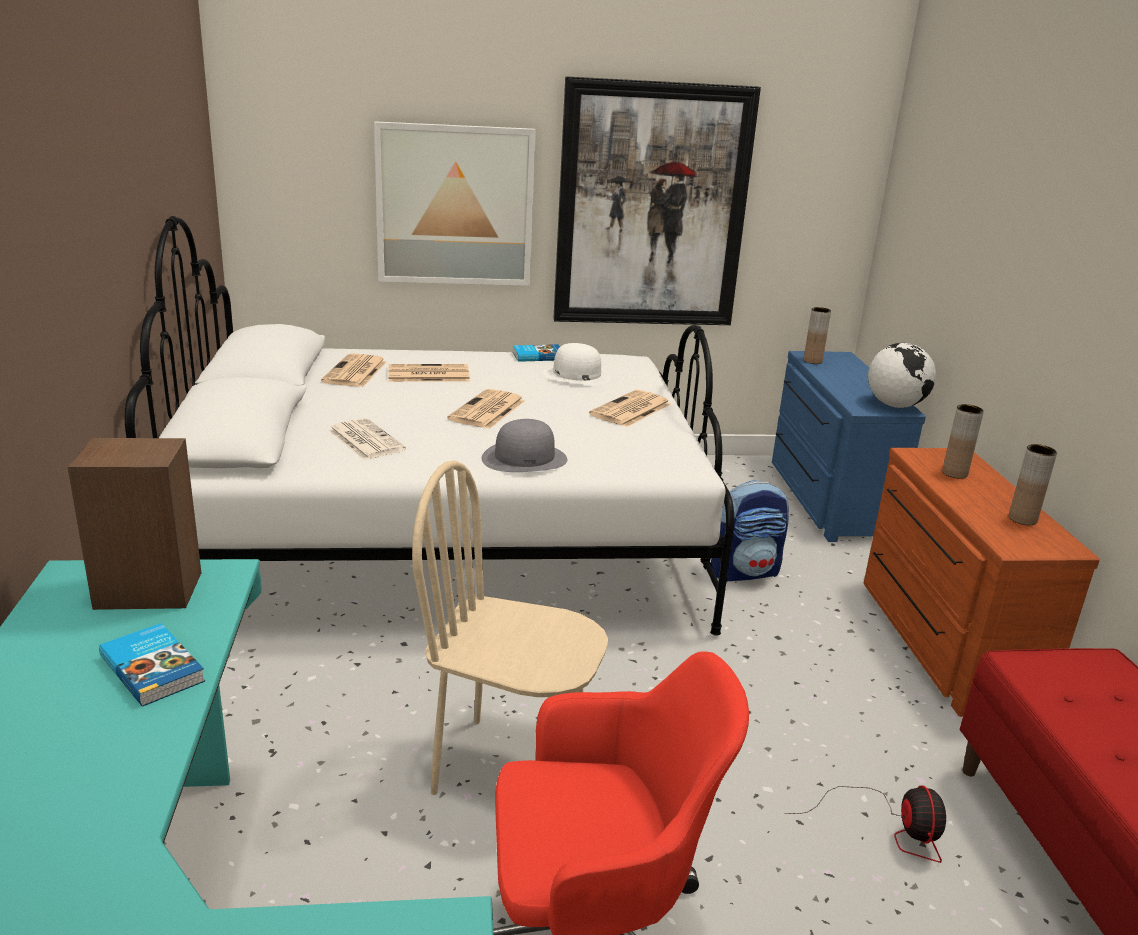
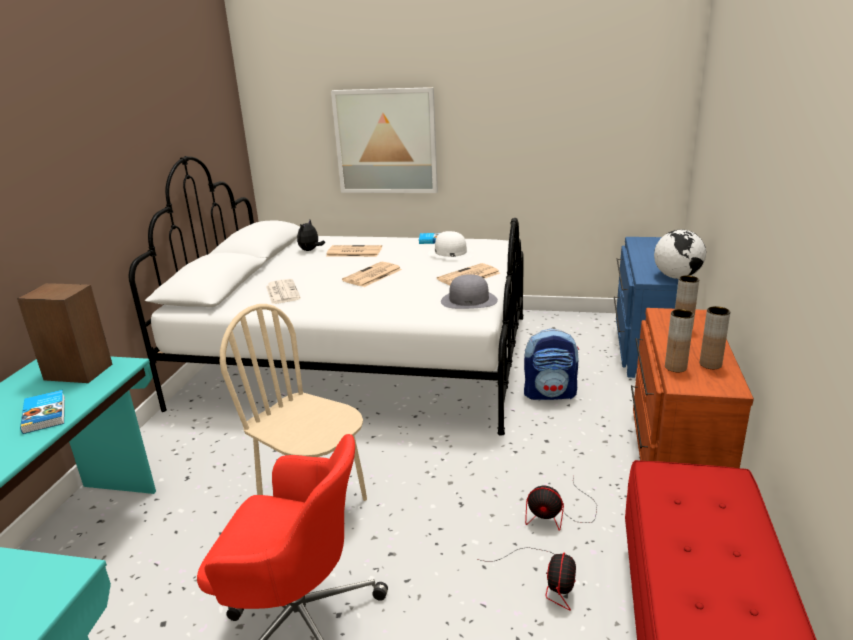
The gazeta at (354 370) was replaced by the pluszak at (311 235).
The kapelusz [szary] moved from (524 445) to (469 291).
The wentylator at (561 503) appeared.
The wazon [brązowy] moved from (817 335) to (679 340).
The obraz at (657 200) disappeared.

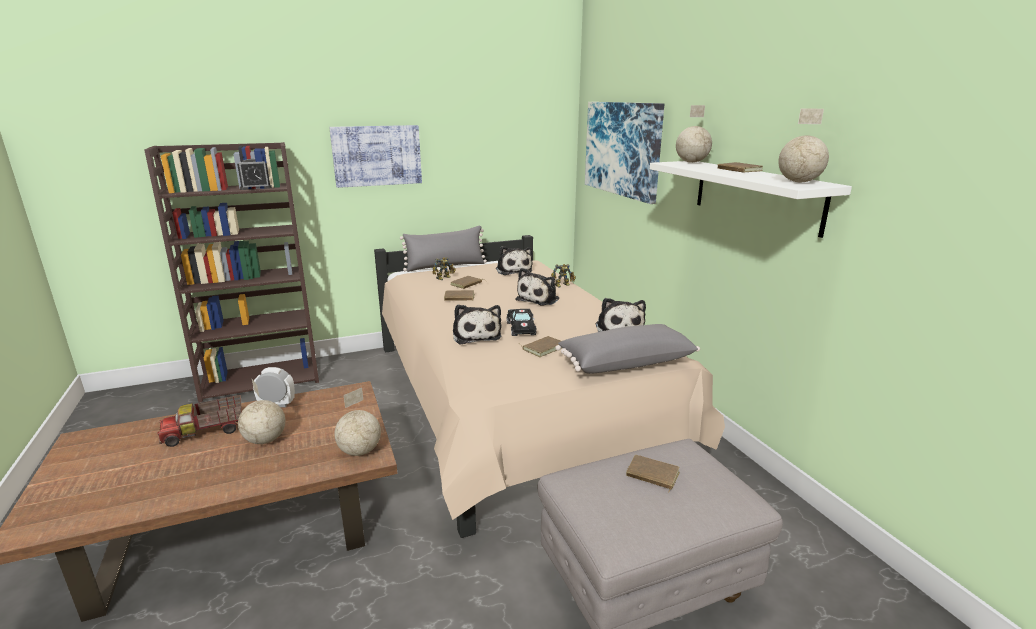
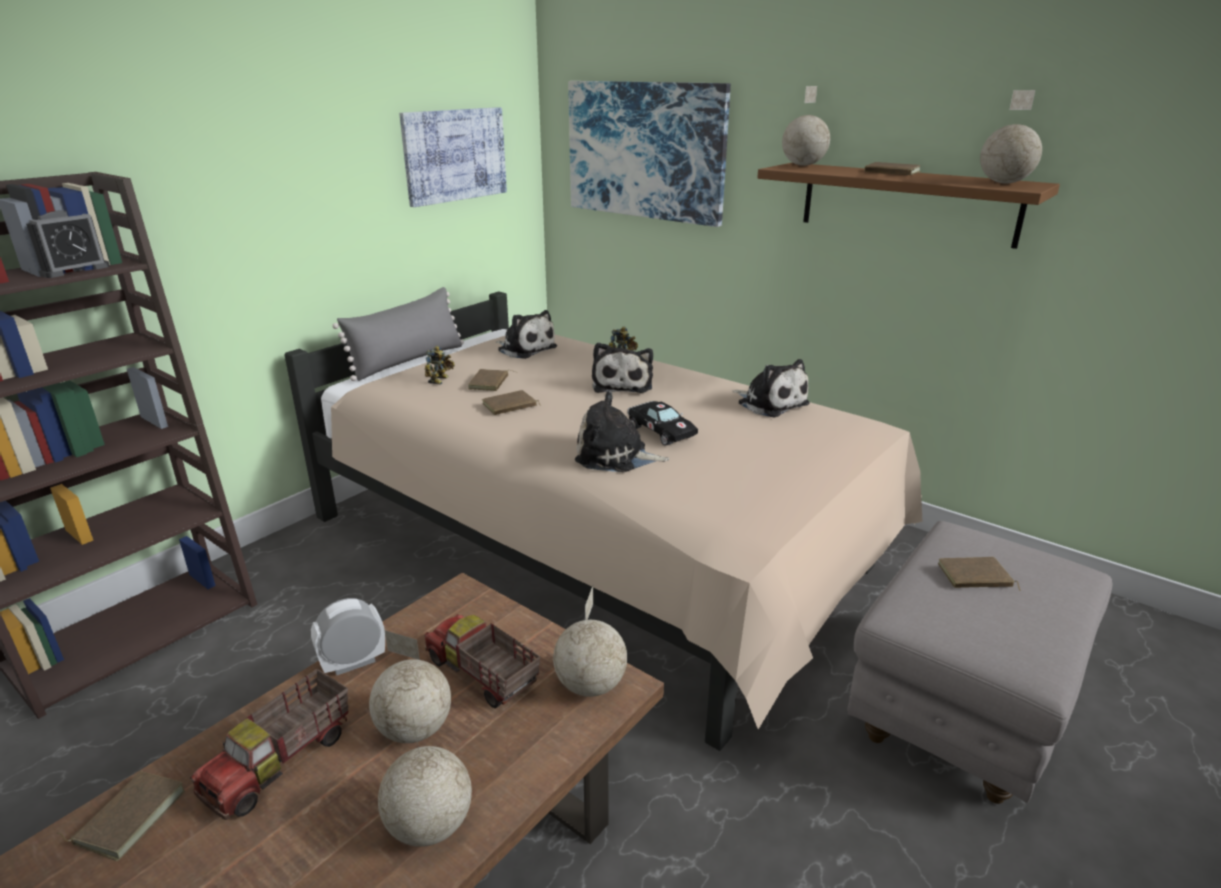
The książka [brązowy] moved from (541 346) to (120 816).
The globus at (425 780) appeared.
The obraz moved from (375 156) to (453 157).
The ciężarówka zabawkowa at (482 661) appeared.
The pluszak at (477 325) turned 150 degrees clockwise.
The półka [biały] at (751 199) became the półka [brązowy] at (908 206).
The poduszka [szary] at (627 349) disappeared.

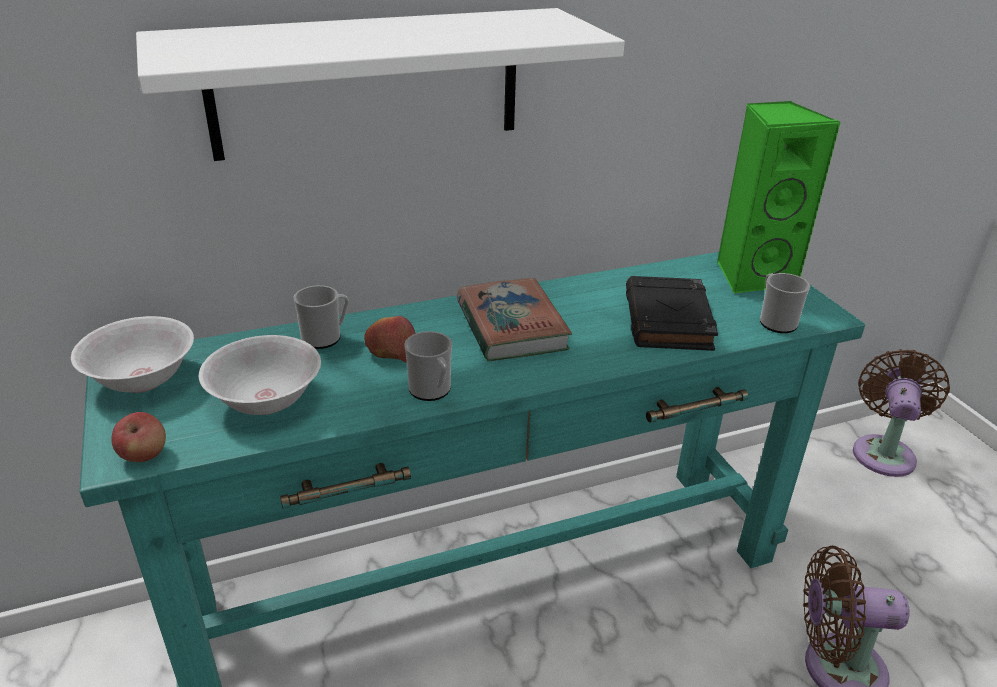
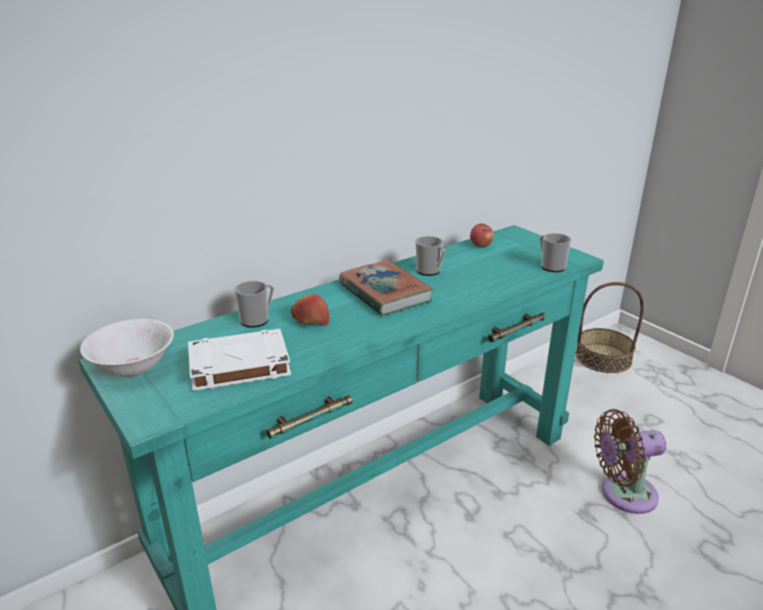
The miska [biały] at (260 375) was replaced by the książka [biały] at (239 360).
The kubek moved from (428 366) to (430 256).
The jabłko moved from (138 437) to (482 235).
The wentylator [brązowy] at (901 413) was replaced by the koszyk at (610 327).
The półka [biały] at (380 84) disappeared.
The książka [czarny] at (672 313) disappeared.
The głośnik [zielony] at (778 197) disappeared.

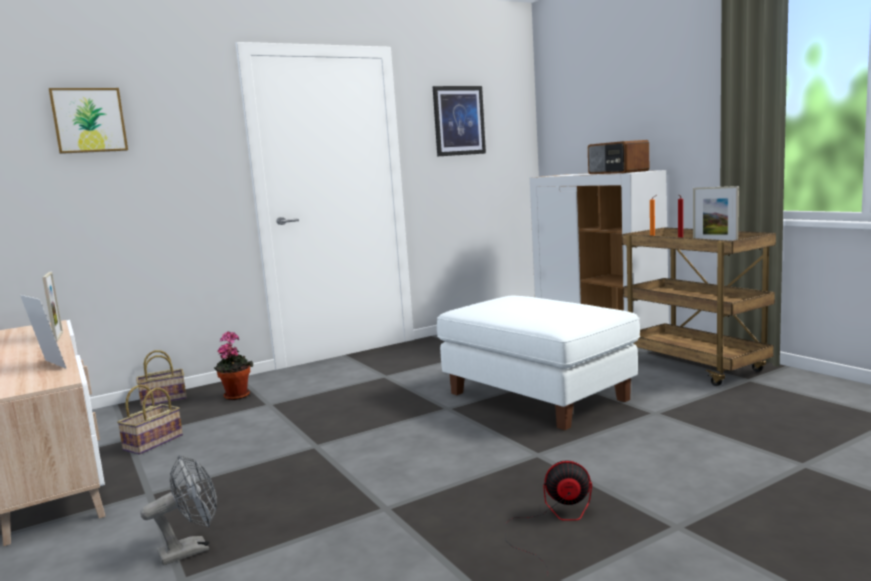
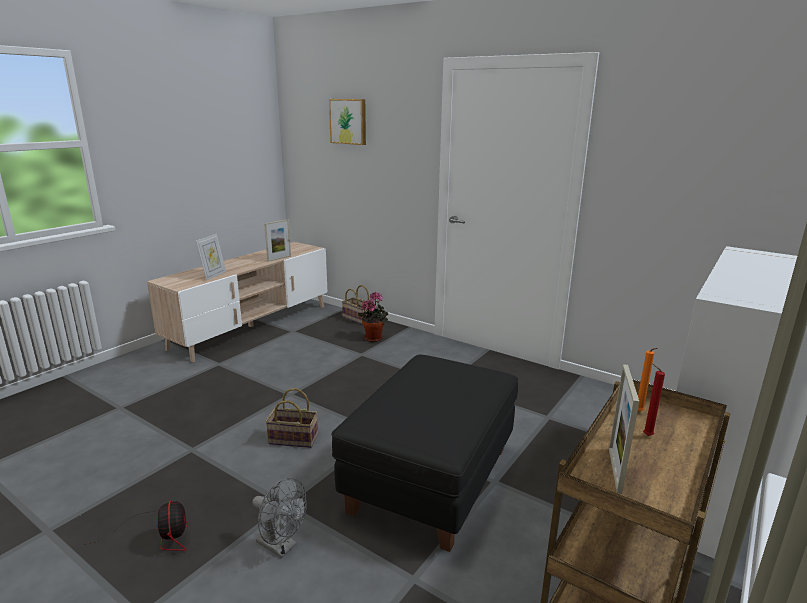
The wentylator [szary] moved from (178 510) to (279 518).
The koszyk moved from (150 420) to (291 418).
The pufa [biały] at (538 363) became the pufa [czarny] at (425 453).
The obraz at (459 121) disappeared.
The radio at (618 157) disappeared.

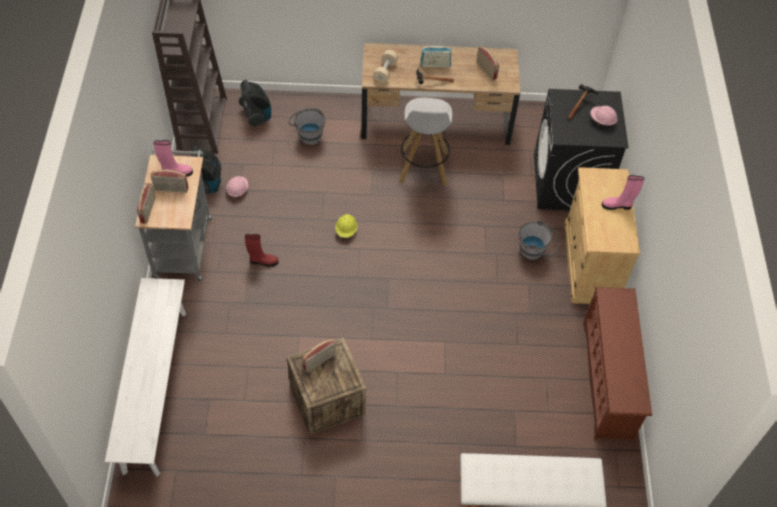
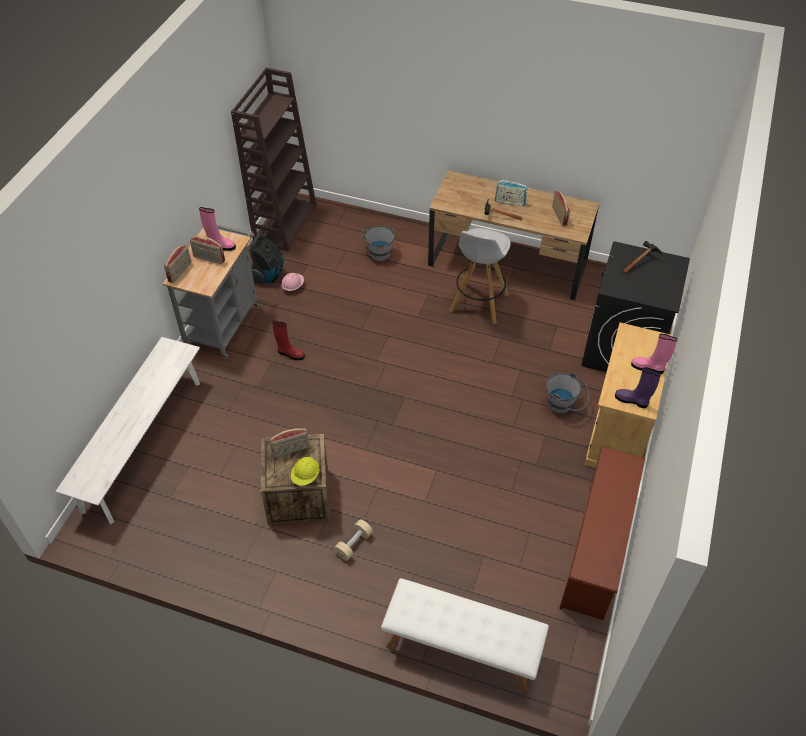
The kask [żółty] moved from (346 226) to (305 471).
The hantel [beżowy] moved from (385 66) to (353 540).
The but z cholewką [fioletowy] at (638 387) appeared.
The odkurzacz at (255 102) disappeared.
The kask [różowy] at (604 115) disappeared.

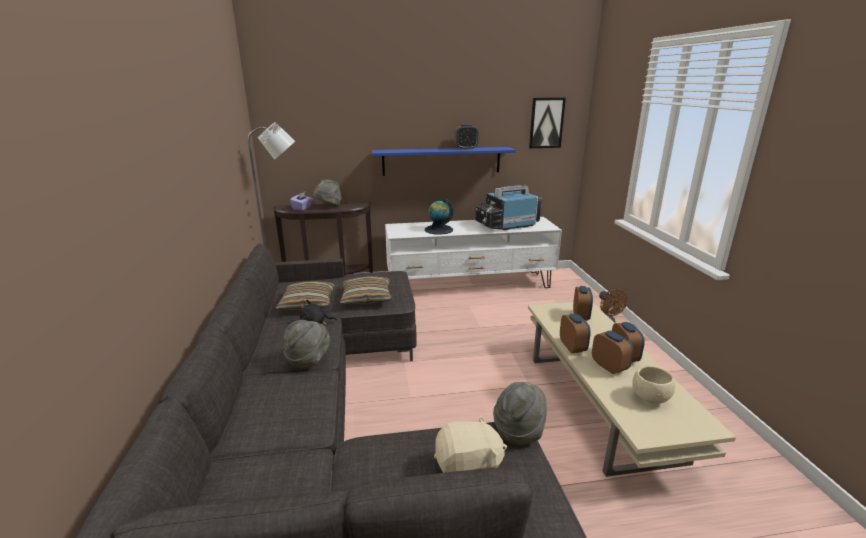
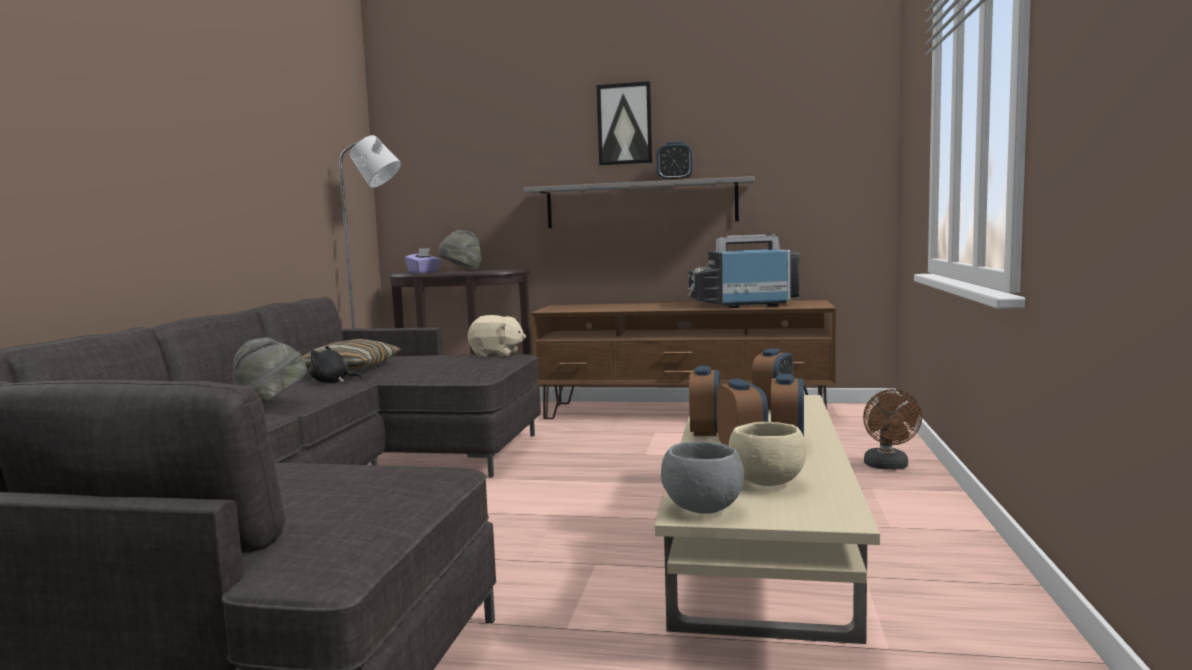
The pluszak [beżowy] moved from (470 444) to (497 336).
The półka [niebieski] at (444 161) became the półka [szary] at (638 202).
The szafka pod telewizor [biały] at (473 252) became the szafka pod telewizor [brązowy] at (683 359).
The obraz moved from (547 123) to (625 123).
The miska [szary] at (702 477) appeared.
The poduszka at (366 290) disappeared.
The globus at (438 216) disappeared.
The kapelusz [szary] at (519 413) disappeared.

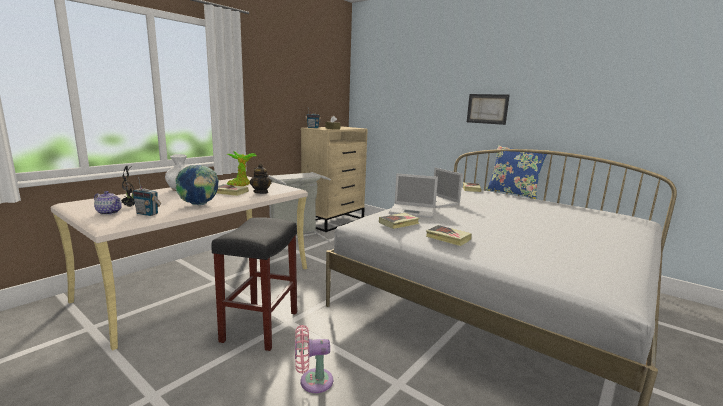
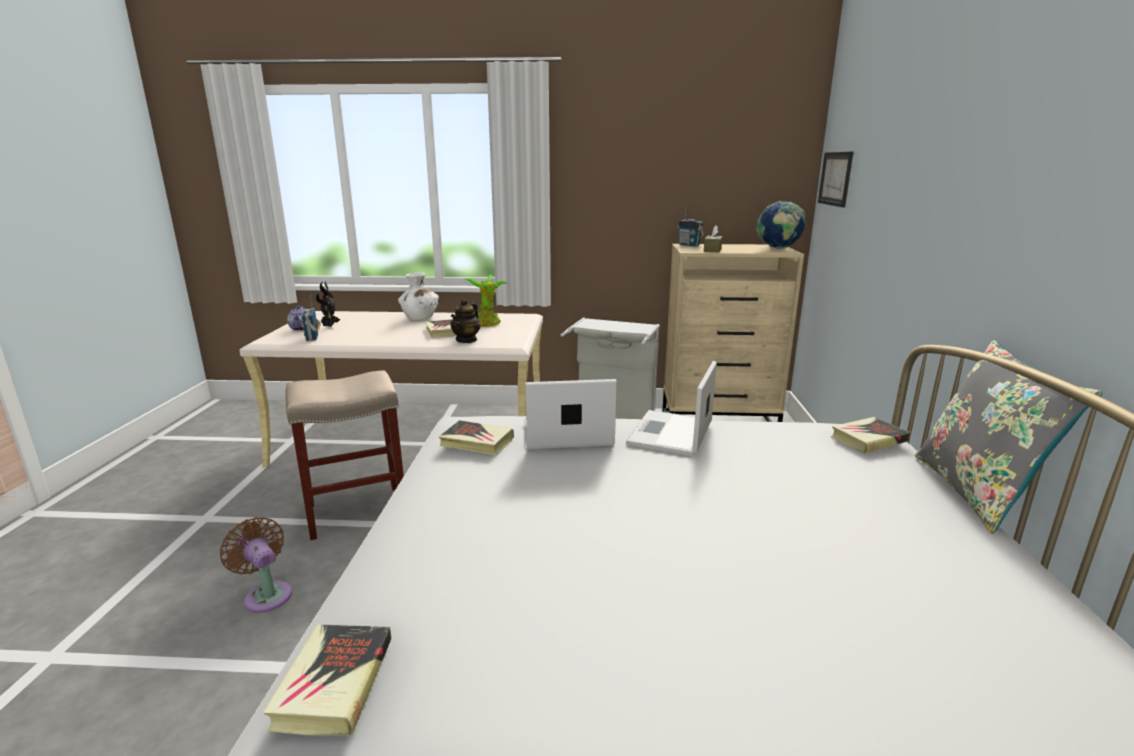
The wentylator [różowy] at (314 359) became the wentylator [brązowy] at (256 565).
The książka moved from (449 235) to (327 679).
The stołek [czarny] at (254 284) became the stołek [beżowy] at (345 455).
The laptop at (413 196) turned 105 degrees clockwise.
The globus moved from (197 185) to (781 225).
The obraz moved from (488 109) to (835 180).
The poduszka [niebieski] at (517 172) became the poduszka [szary] at (1009 437).

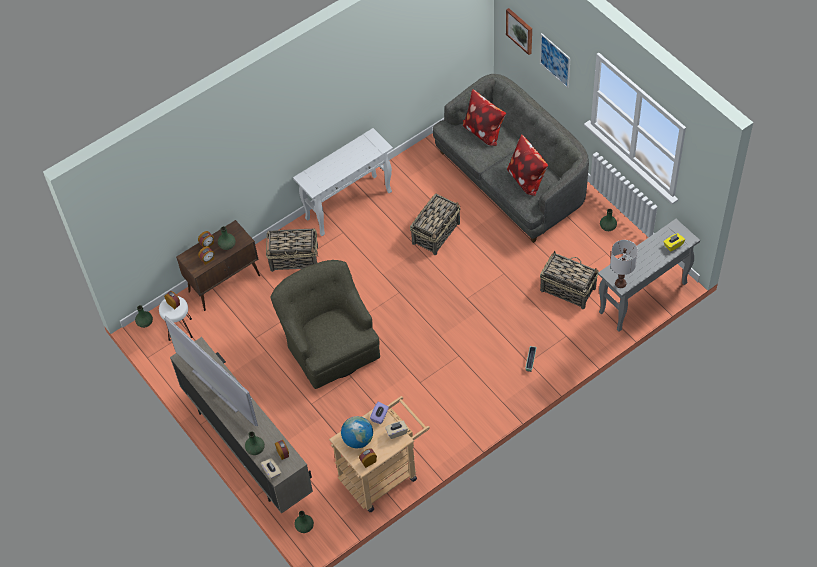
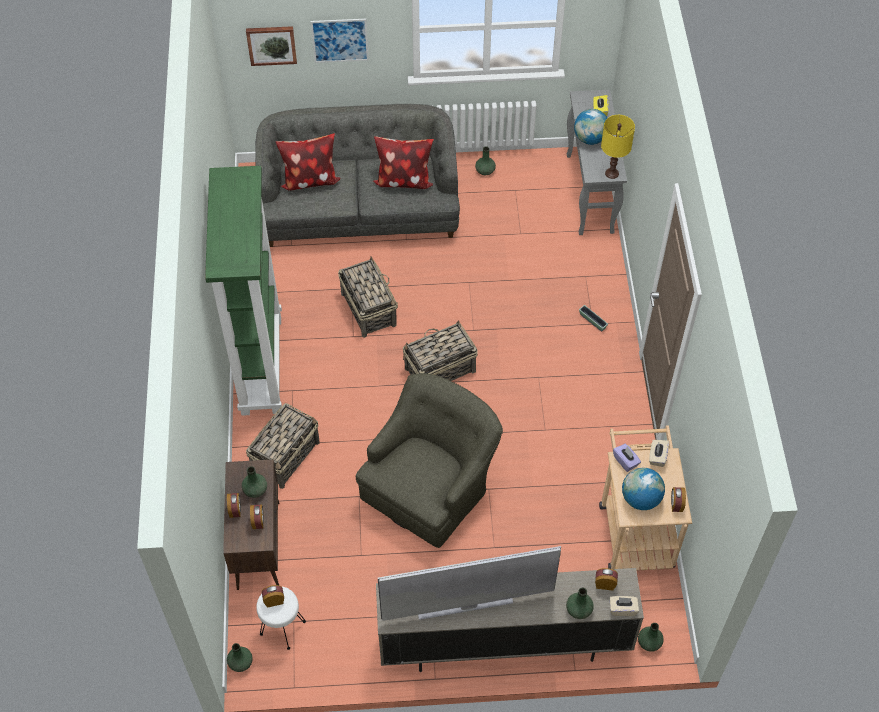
The stolik konsolowy [biały] at (343 182) was replaced by the regał [zielony] at (243 291).
The fotel [zielony] at (325 324) turned 120 degrees clockwise.
The koszyk moved from (569 280) to (440 350).
The globus at (590 127) appeared.
The lampa stołowa [biały] at (624 264) became the lampa stołowa [żółty] at (618 147).

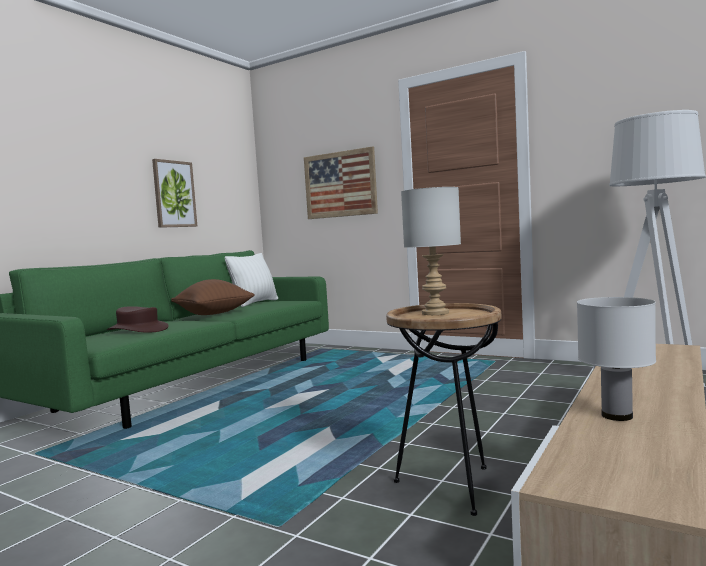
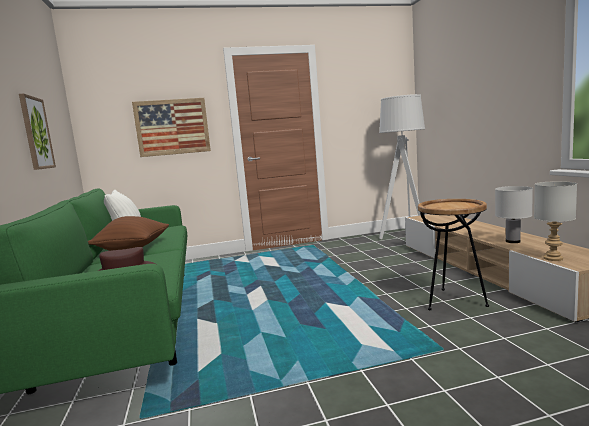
The lampa stołowa [szary] moved from (431 251) to (555 221).

